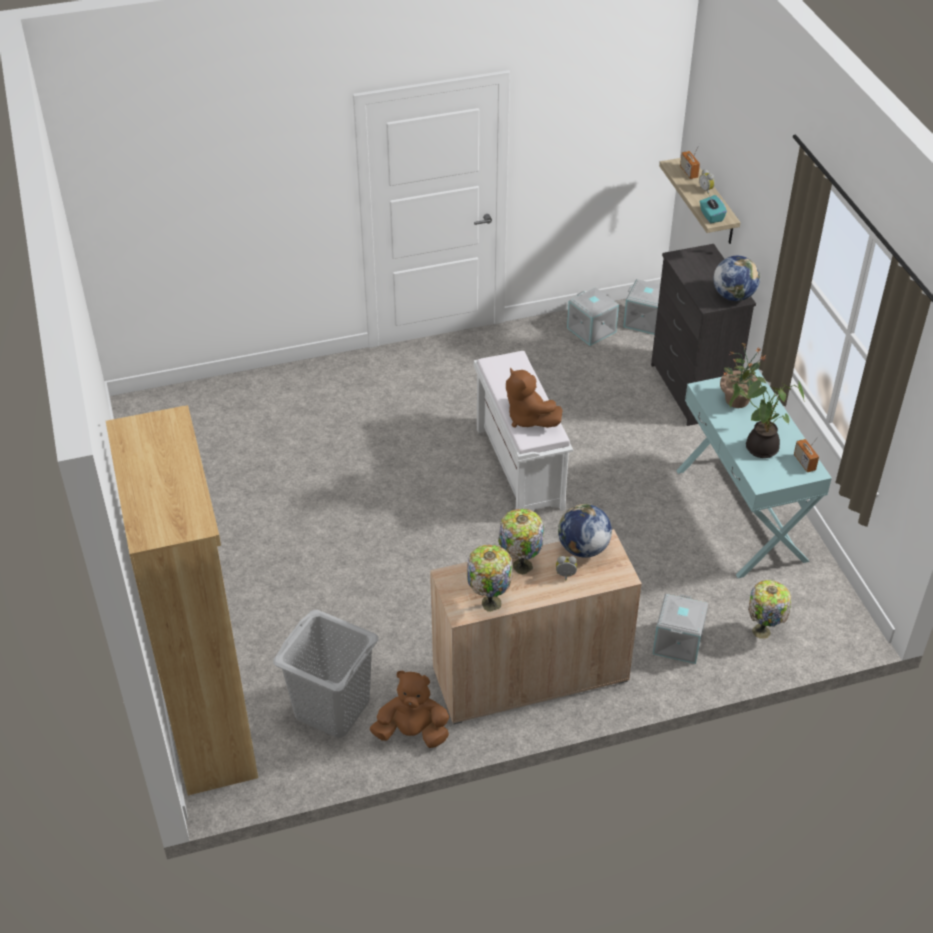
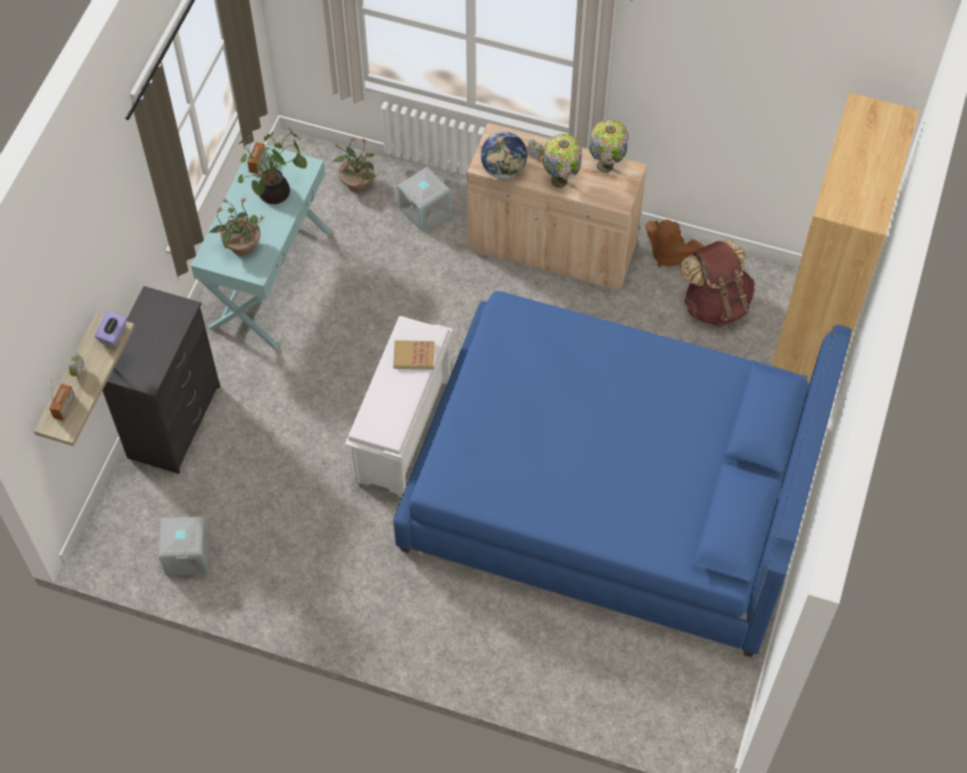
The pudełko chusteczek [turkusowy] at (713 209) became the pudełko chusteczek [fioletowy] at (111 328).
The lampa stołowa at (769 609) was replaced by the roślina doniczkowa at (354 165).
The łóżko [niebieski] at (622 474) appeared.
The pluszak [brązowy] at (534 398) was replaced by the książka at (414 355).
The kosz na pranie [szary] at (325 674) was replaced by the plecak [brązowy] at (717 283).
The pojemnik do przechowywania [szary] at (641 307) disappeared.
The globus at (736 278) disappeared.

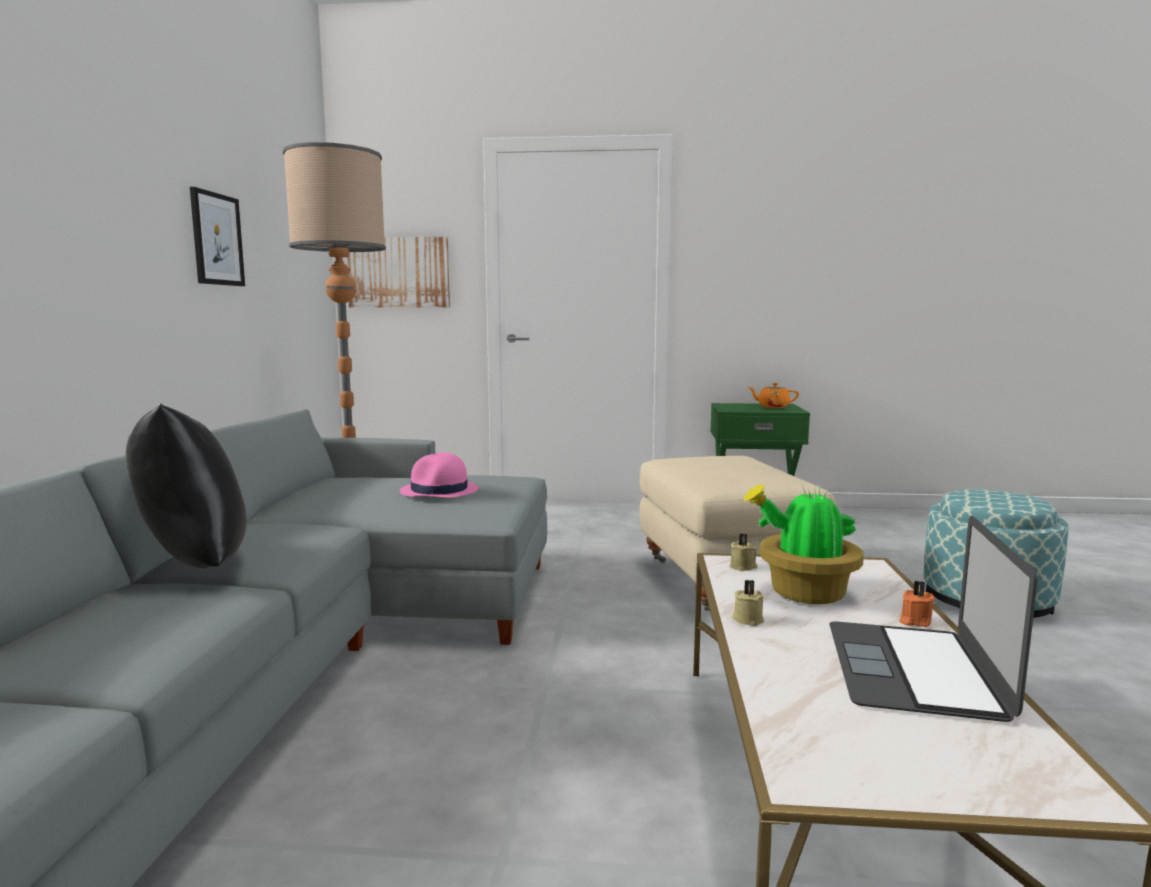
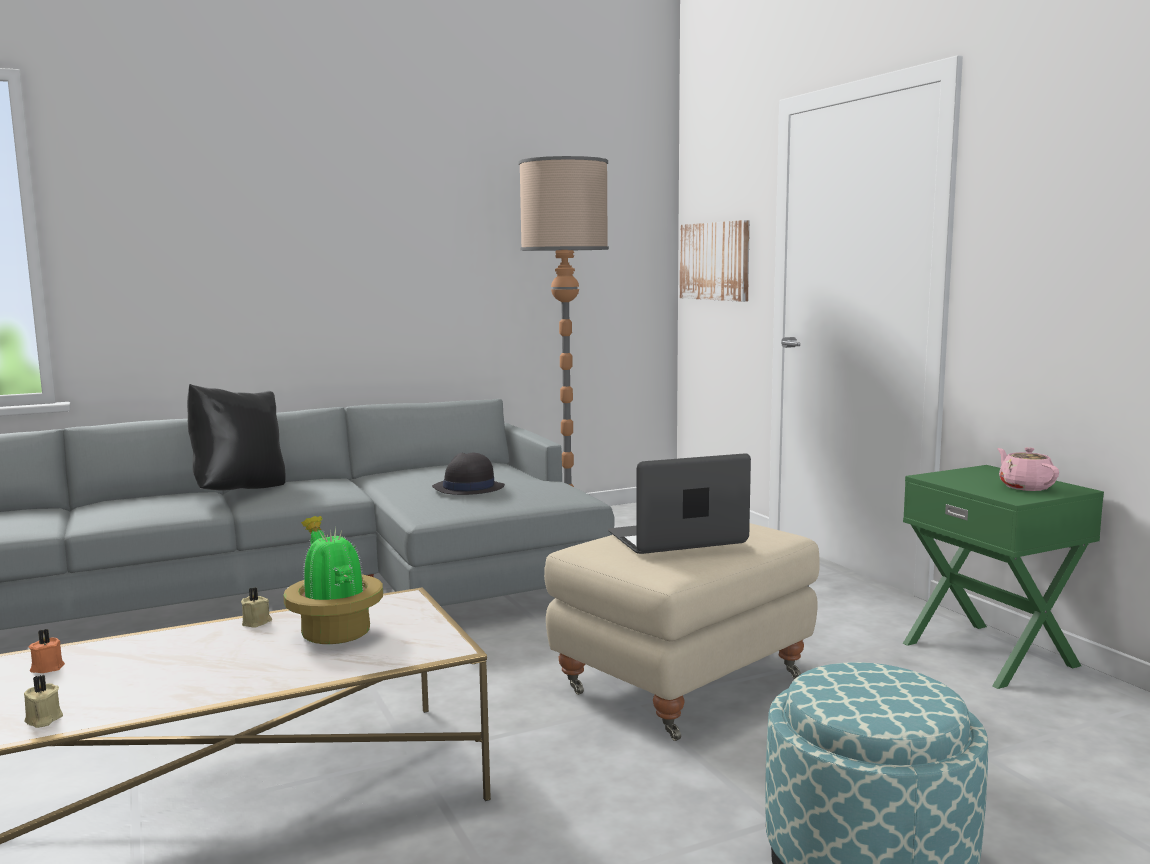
The świeca [beżowy] moved from (744 552) to (43 701).
The świeca [pomarańczowy] moved from (917 603) to (46 651).
The kapelusz [różowy] at (439 475) became the kapelusz [czarny] at (468 474).
The laptop moved from (933 619) to (679 503).
The imbryk [pomarańczowy] at (773 395) became the imbryk [różowy] at (1028 469).
The obraz at (217 236) disappeared.

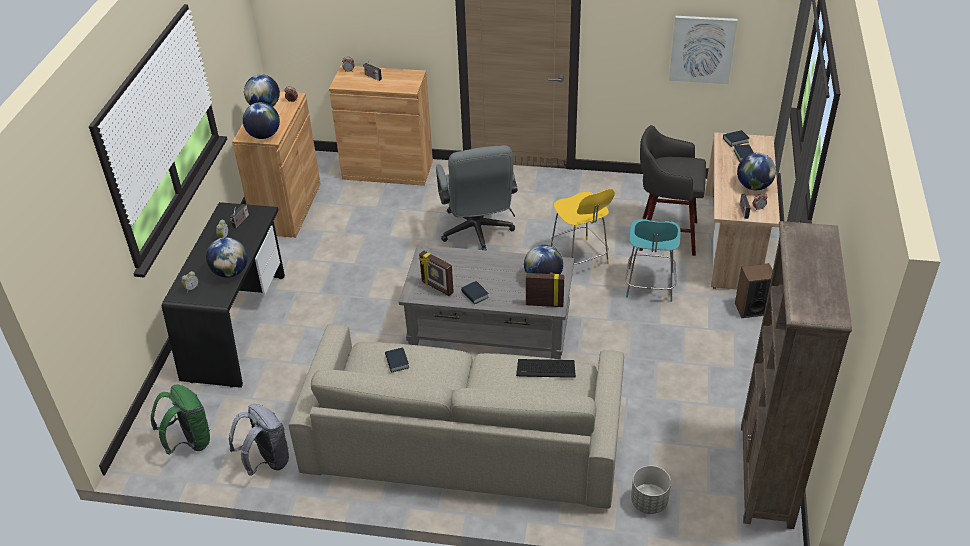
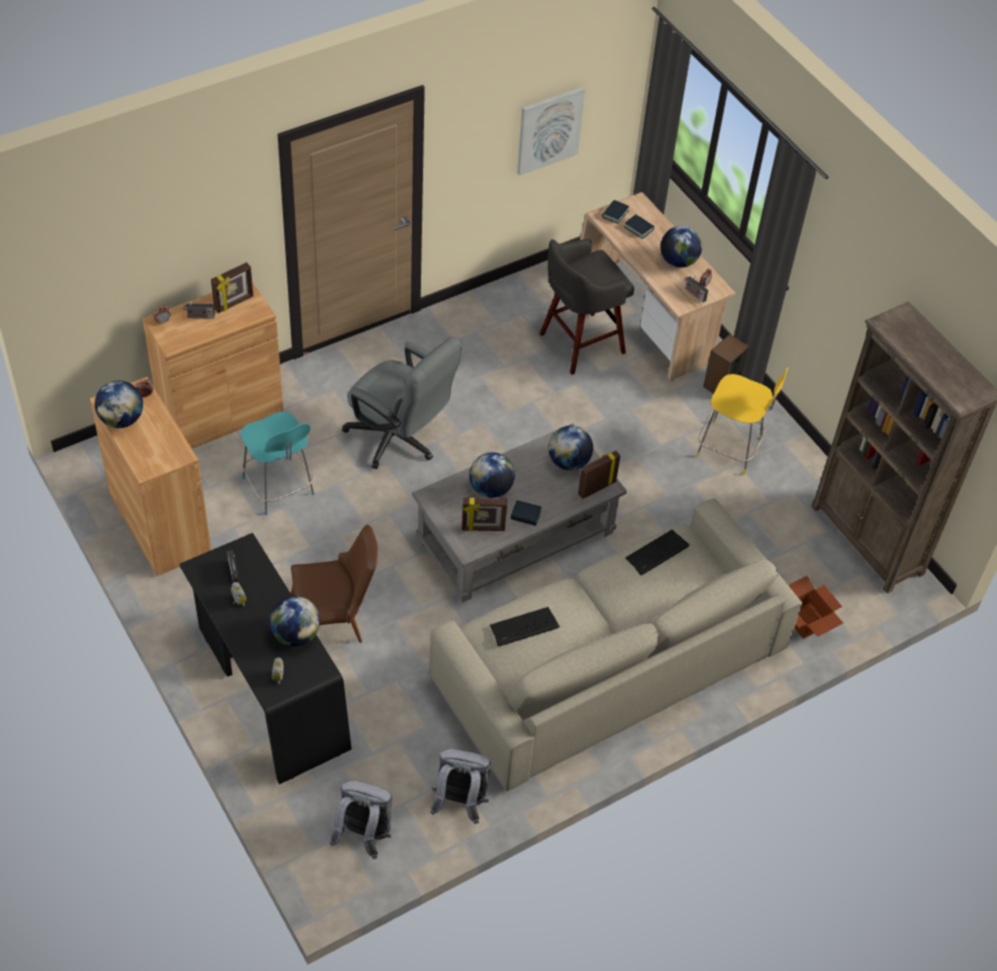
The ramka na zdjęcie at (232 287) appeared.
The krzesło [turkusowy] moved from (653 260) to (277 463).
The krzesło [brązowy] at (334 584) appeared.
The plecak [zielony] at (180 419) became the plecak [szary] at (361 820).
The globus moved from (261 120) to (492 475).
The książka at (397 360) was replaced by the klawiatura at (525 626).
The krzesło [żółty] moved from (583 226) to (742 421).
The donica [szary] at (651 490) was replaced by the karton at (815 607).

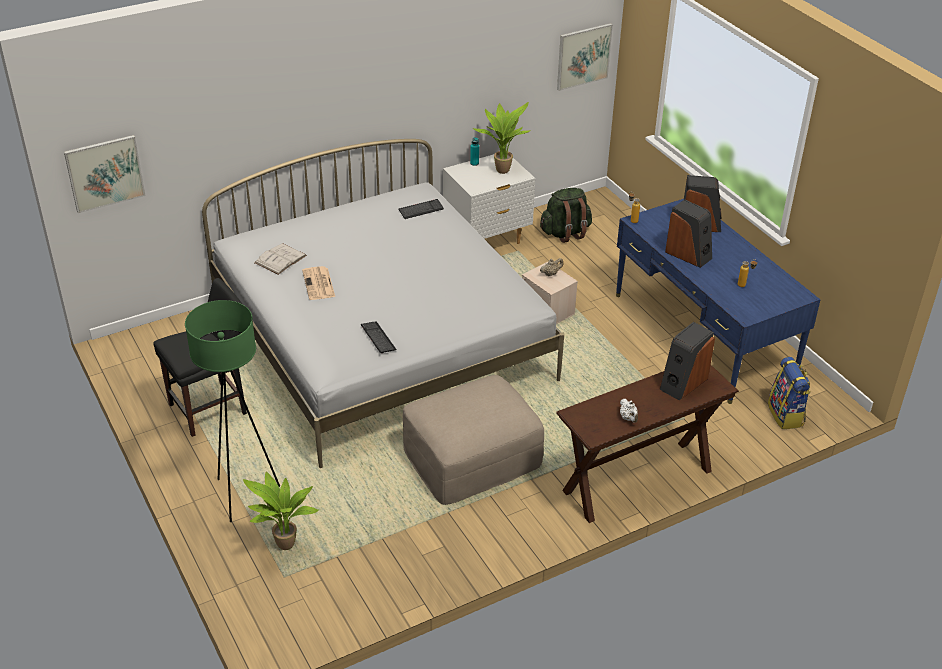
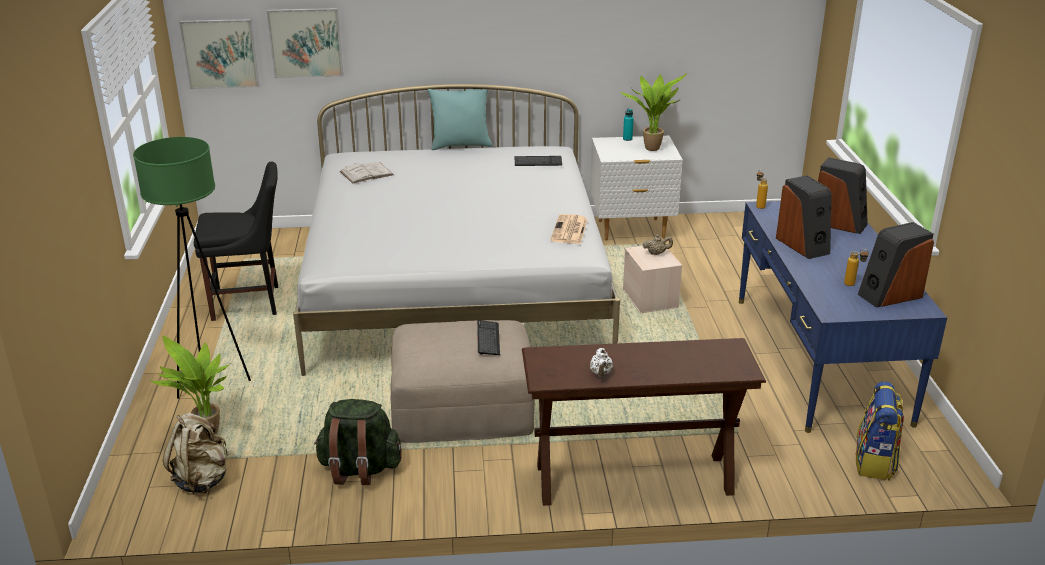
The plecak [beżowy] at (195 454) appeared.
The obraz moved from (585 57) to (305 43).
The plecak [zielony] moved from (566 215) to (358 442).
The poduszka [turkusowy] at (460 119) appeared.
The klawiatura moved from (379 337) to (488 337).
The gazeta moved from (318 283) to (569 229).
The głośnik moved from (687 361) to (896 265).

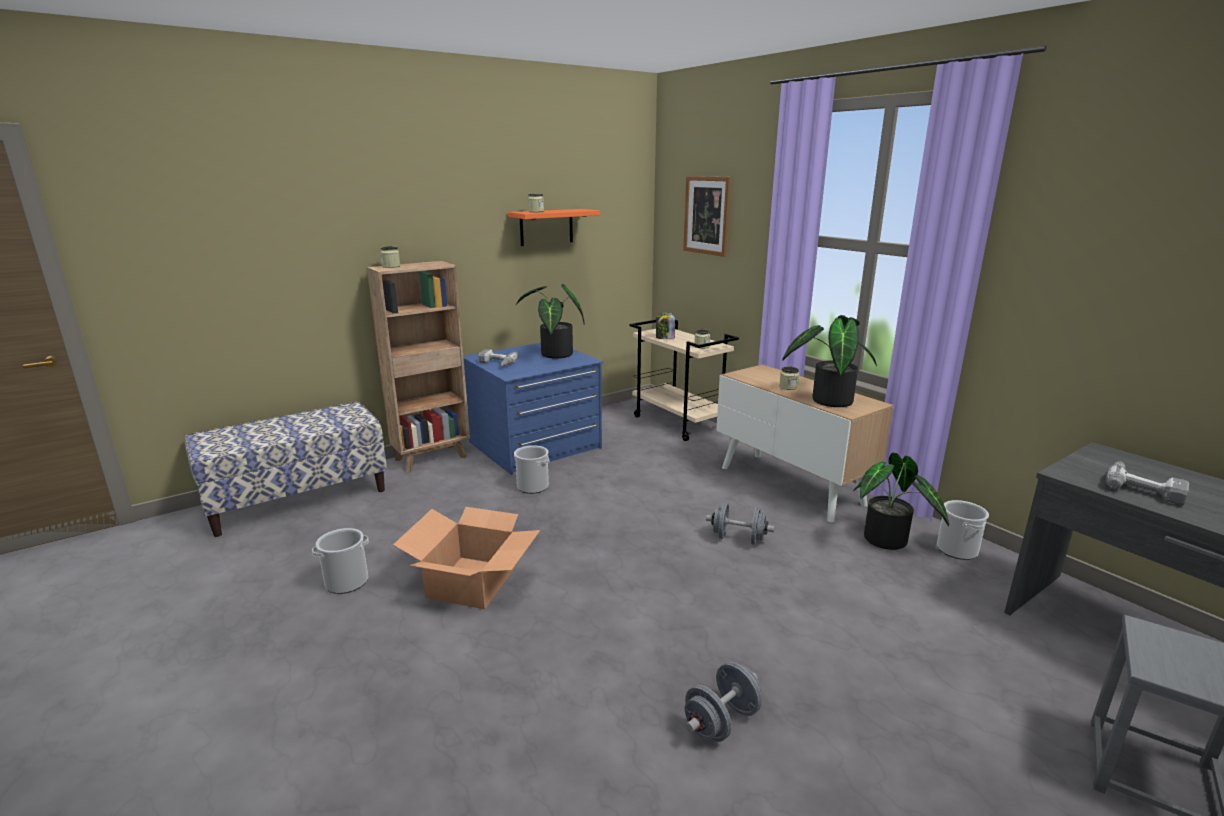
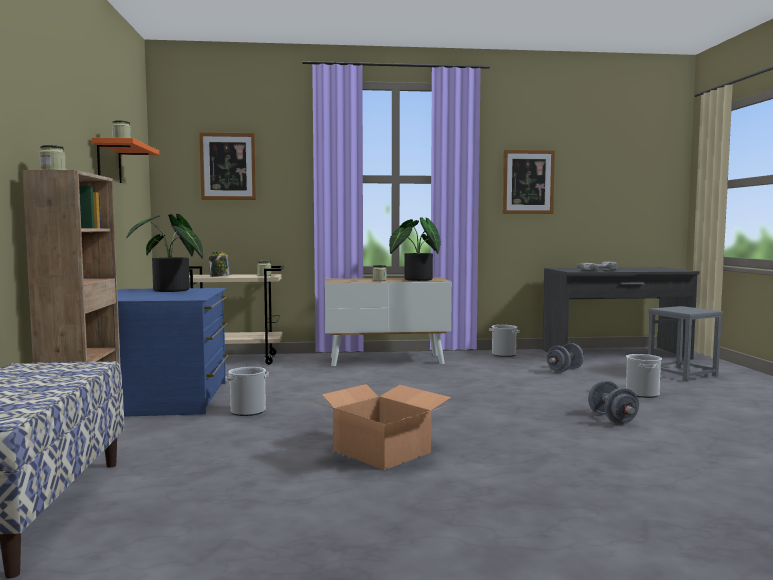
The obraz at (529 182) appeared.
The hantel [szary] moved from (740 523) to (565 357).
The wiadro moved from (340 561) to (644 376).
The wiertarka at (498 357) disappeared.
The roślina doniczkowa at (901 501) disappeared.

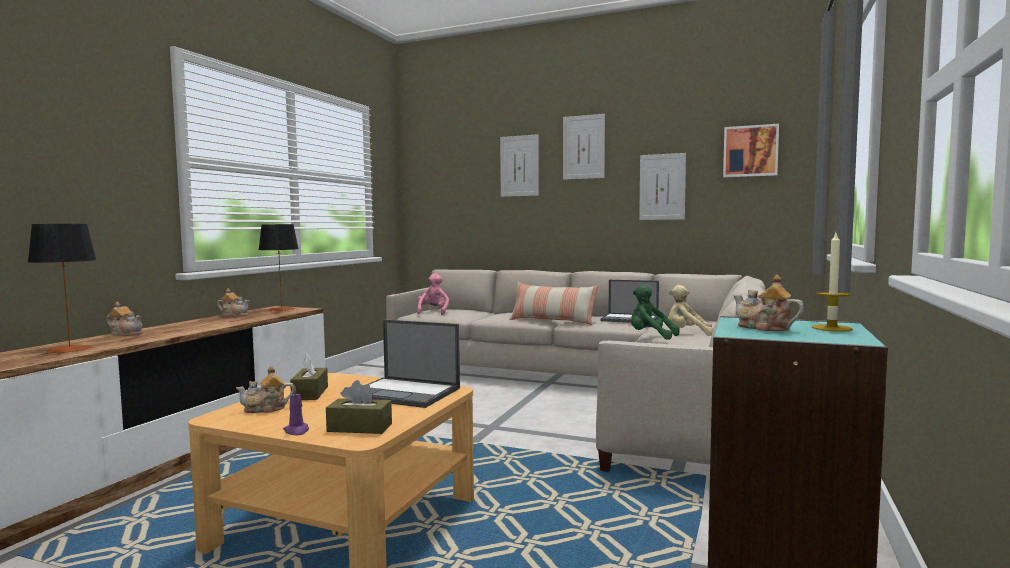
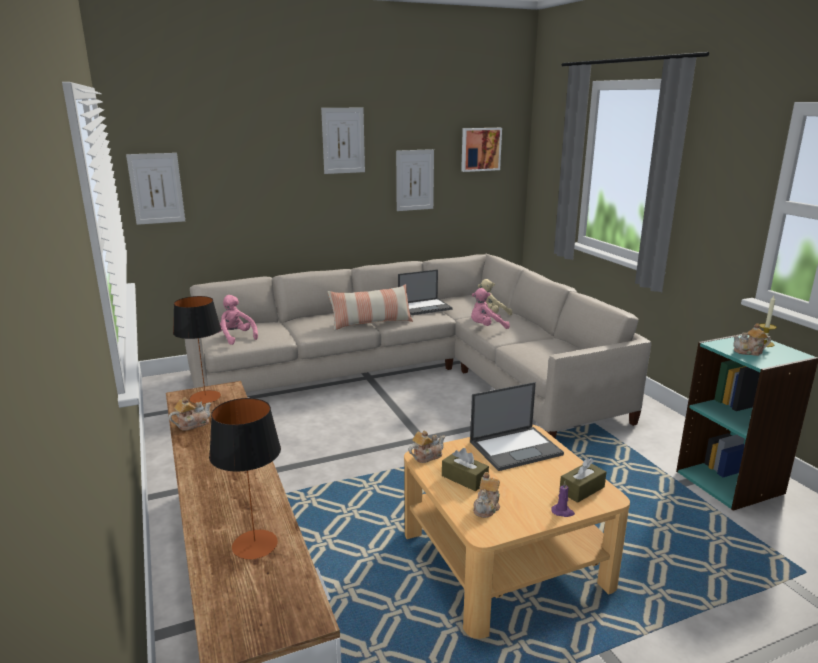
The obraz moved from (519 165) to (155 189).
The imbryk moved from (125 319) to (427 447).
The pluszak [zielony] at (655 312) became the pluszak [różowy] at (490 308).

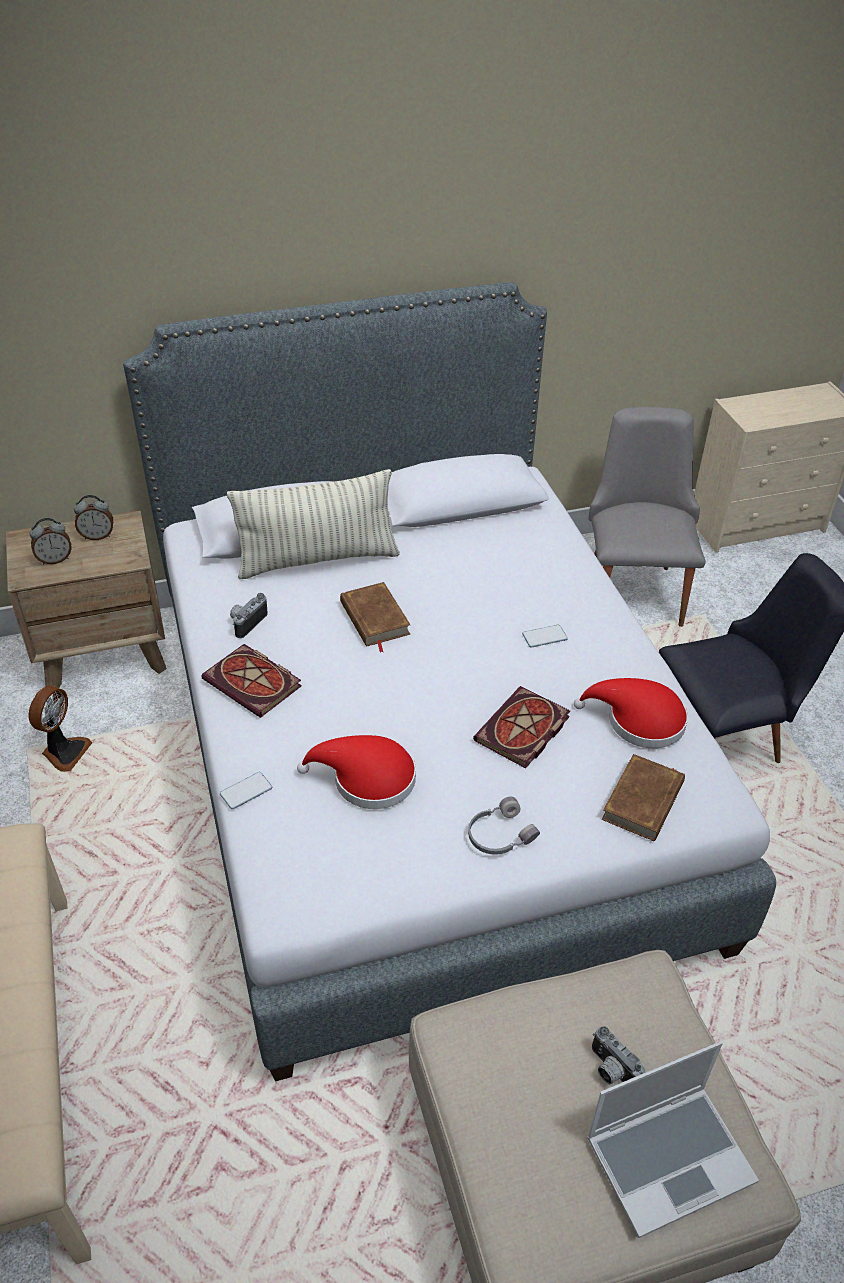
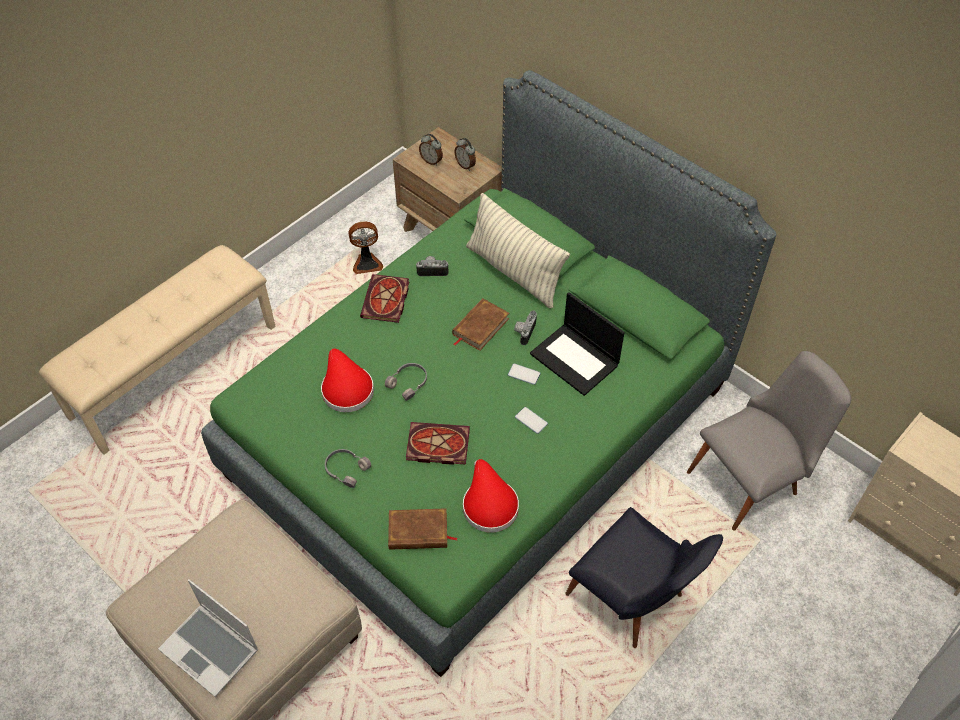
The łóżko [szary] at (449 682) became the łóżko [zielony] at (488 373).
The słuchawki [szary] at (406 382) appeared.
The telefon moved from (246 790) to (524 374).
The aparat fotograficzny moved from (619 1055) to (525 327).
The laptop at (577 344) appeared.

